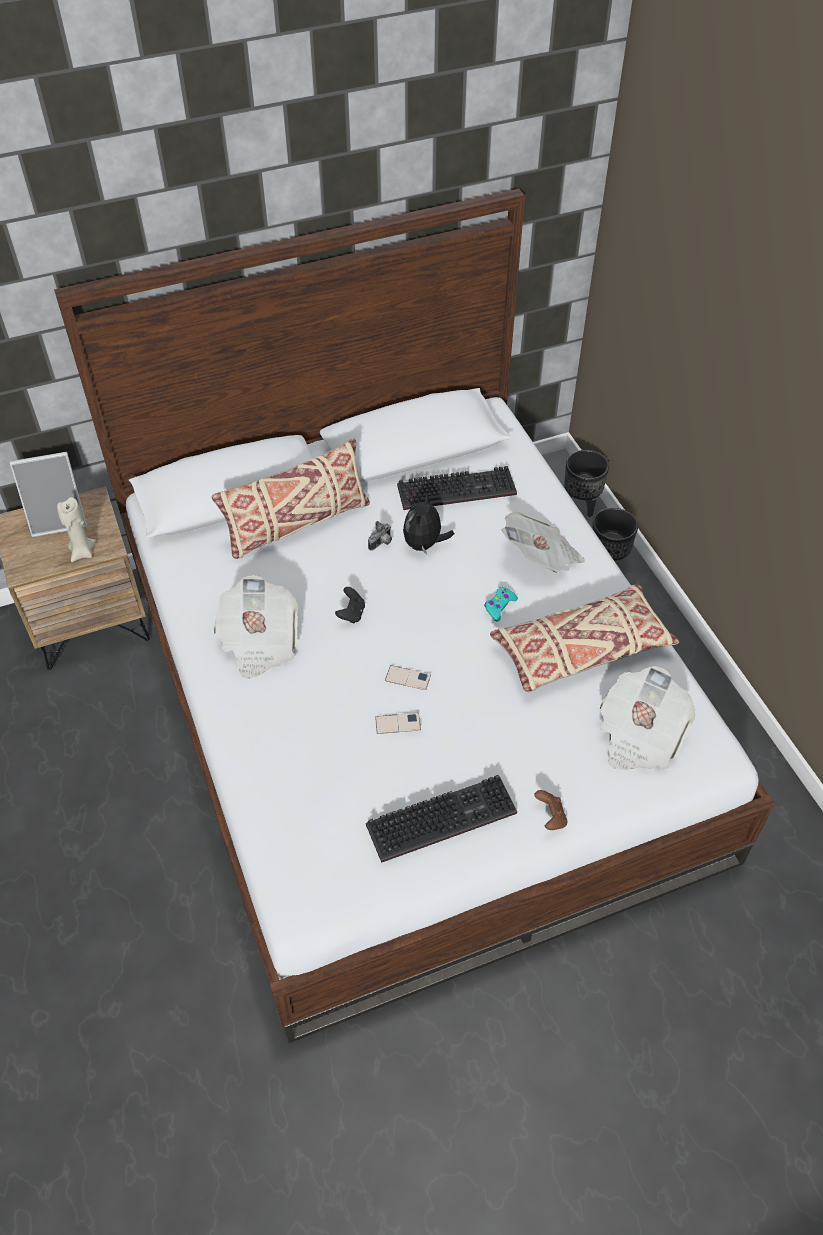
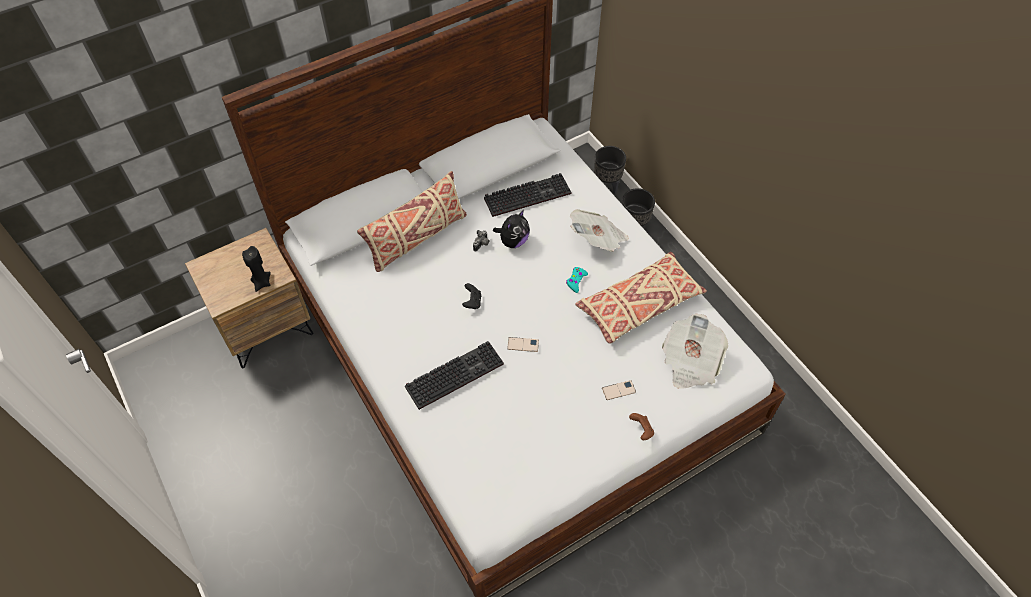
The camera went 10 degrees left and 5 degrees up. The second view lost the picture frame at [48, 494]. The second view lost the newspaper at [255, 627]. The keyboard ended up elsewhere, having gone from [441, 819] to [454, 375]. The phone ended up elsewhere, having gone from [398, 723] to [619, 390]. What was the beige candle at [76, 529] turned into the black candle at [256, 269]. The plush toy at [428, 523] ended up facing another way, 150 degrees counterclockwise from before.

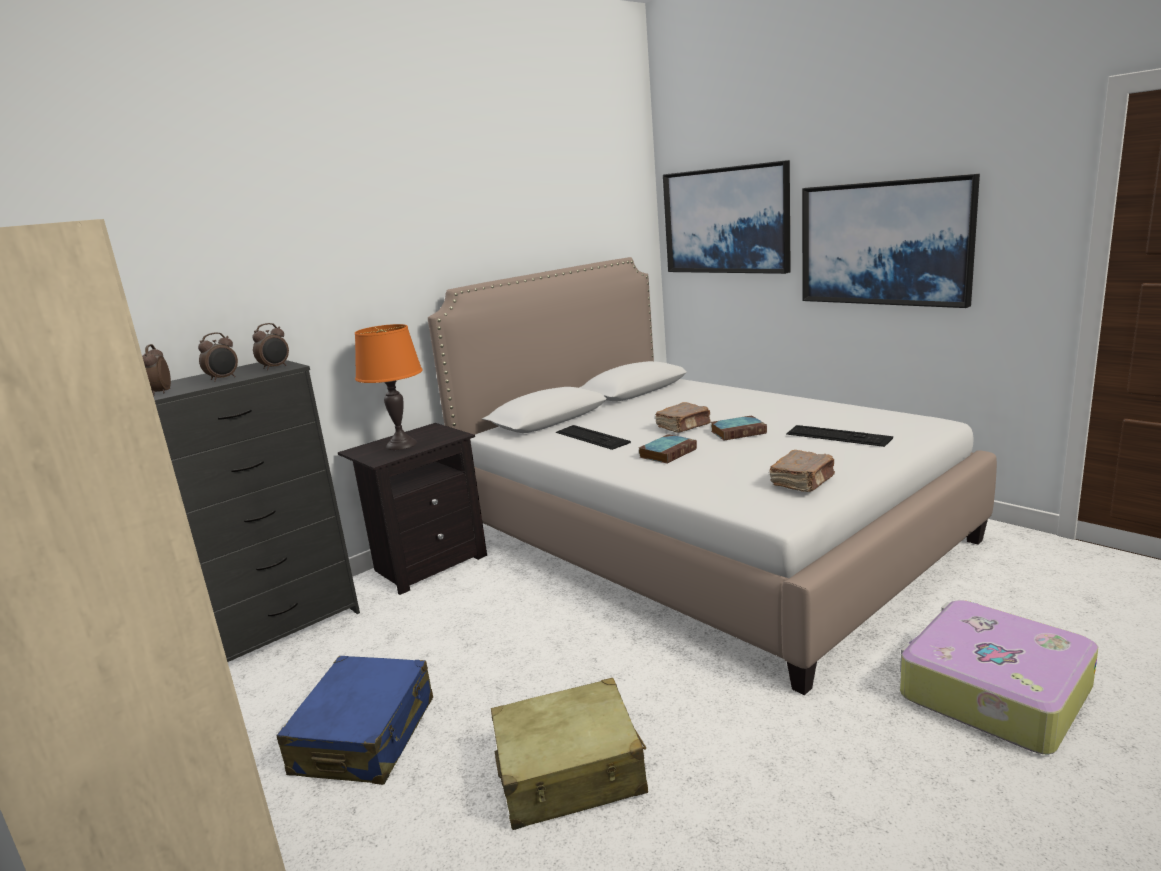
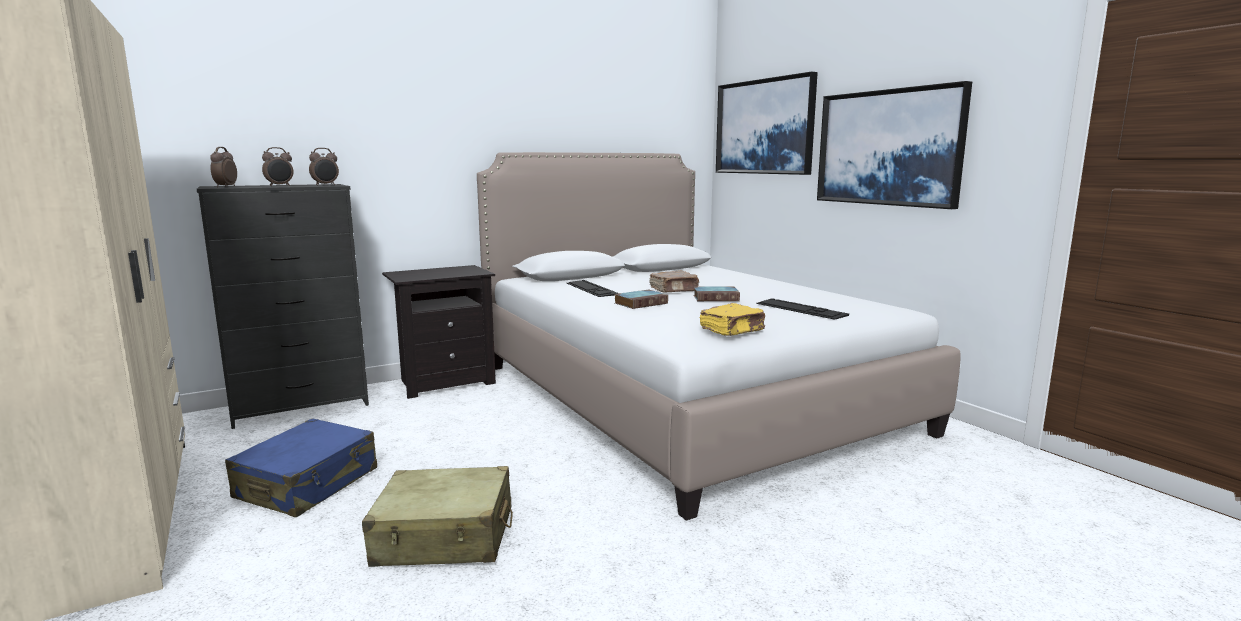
The camera went 10 degrees right and 5 degrees down. The second view lost the orange table lamp at [389, 387]. The second view lost the suitcase at [999, 677]. What was the brown book at [802, 471] turned into the yellow book at [733, 319].

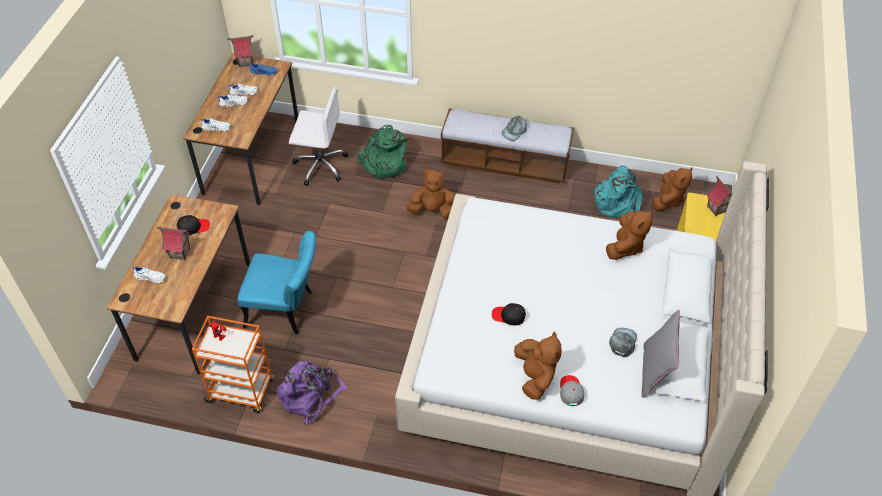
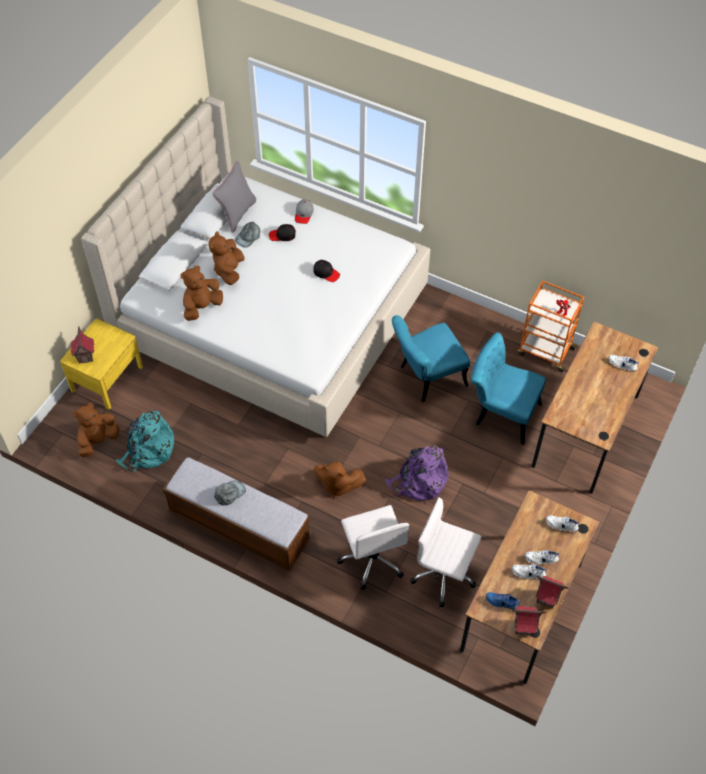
The camera went 165 degrees left and 5 degrees up. The second view gained the turquoise chair at [431, 358]. The toy house ended up elsewhere, having gone from [173, 243] to [552, 592]. The black cap ended up elsewhere, having gone from [193, 225] to [282, 232]. The purple backpack ended up elsewhere, having gone from [312, 392] to [416, 473]. The brown plush toy ended up elsewhere, having gone from [538, 365] to [227, 258]. Where the green backpack stood at [382, 151], the white office chair came to stand at [373, 547].

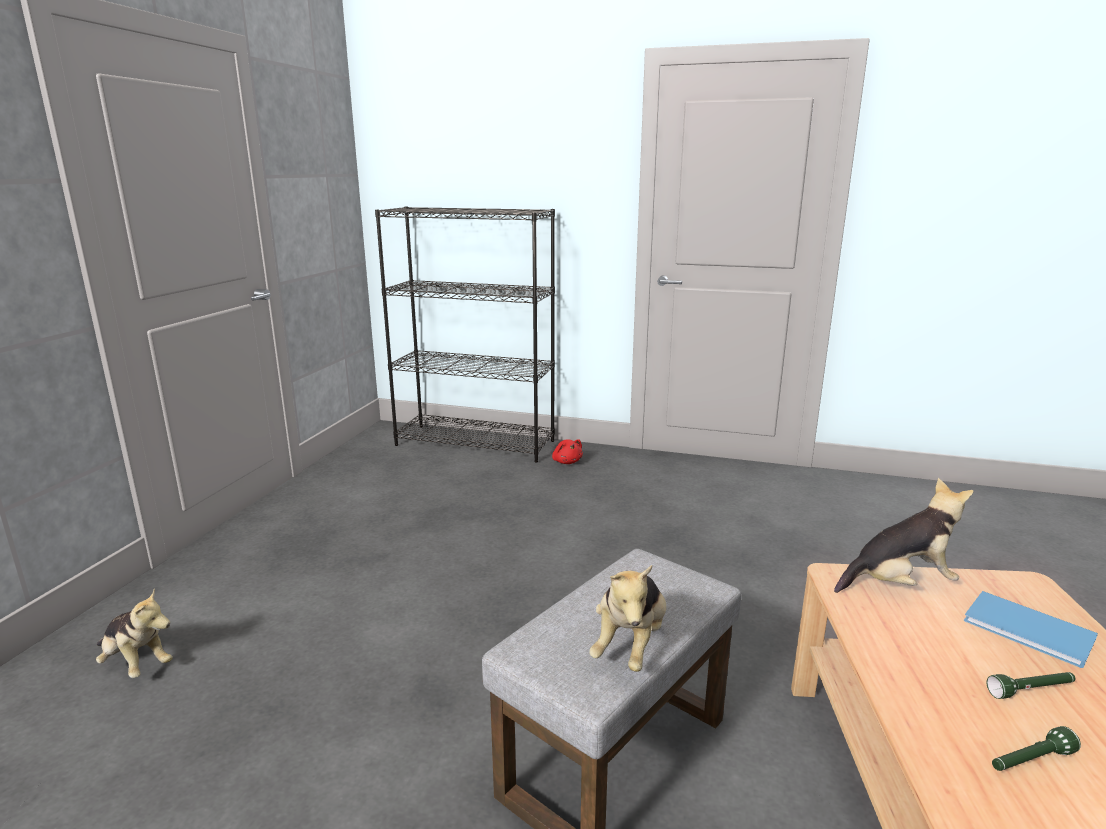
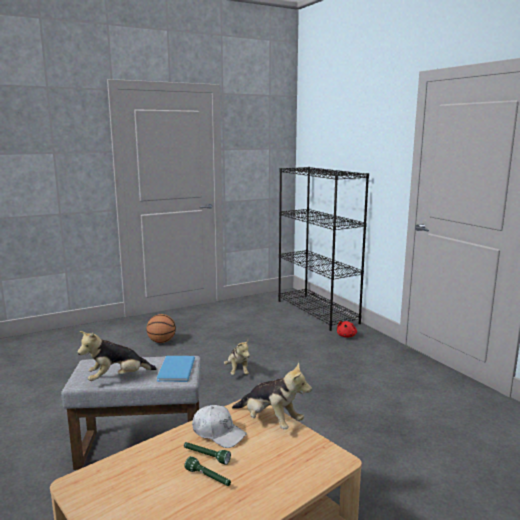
The camera went 45 degrees right and 5 degrees down. The second view gained the basketball at [161, 328]. The second view gained the white cap at [219, 426]. The plush toy ended up elsewhere, having gone from [134, 633] to [237, 357]. The blue book ended up elsewhere, having gone from [1031, 629] to [176, 369]. The green flashlight ended up elsewhere, having gone from [1036, 748] to [207, 453].

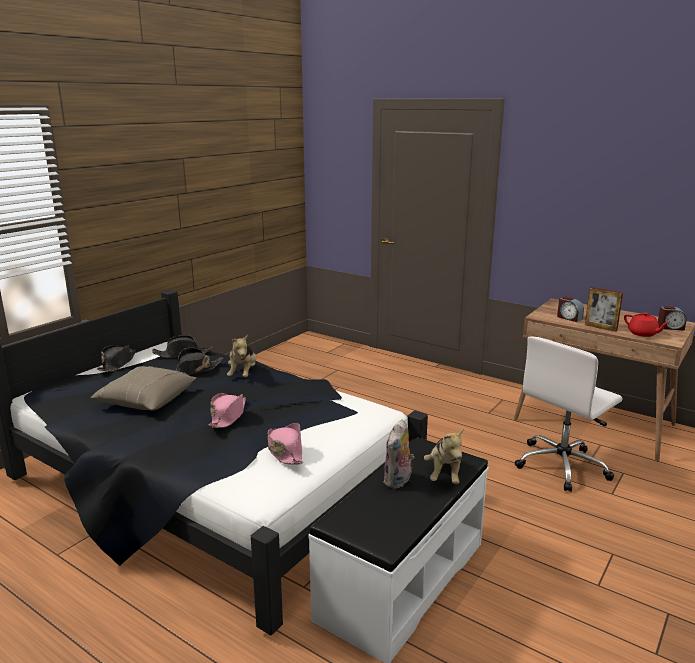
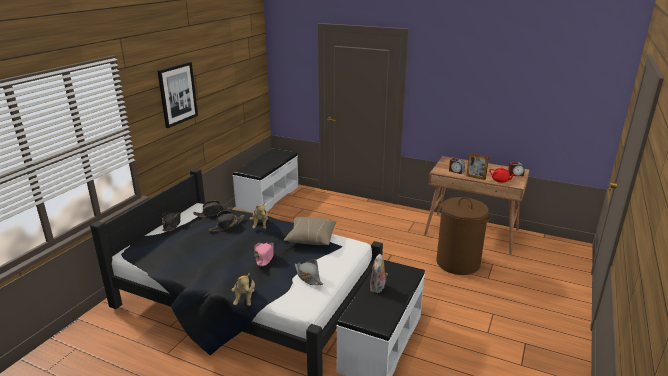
The camera went 10 degrees left and 5 degrees up. The second view gained the picture at [178, 95]. The second view gained the white bench at [265, 181]. The beige pillow ended up elsewhere, having gone from [143, 388] to [310, 231]. The plush toy ended up elsewhere, having gone from [444, 456] to [243, 289]. Where the white office chair stood at [568, 414], the brown laundry basket came to stand at [464, 236]. What was the pink hat at [285, 444] turned into the grey hat at [309, 272].

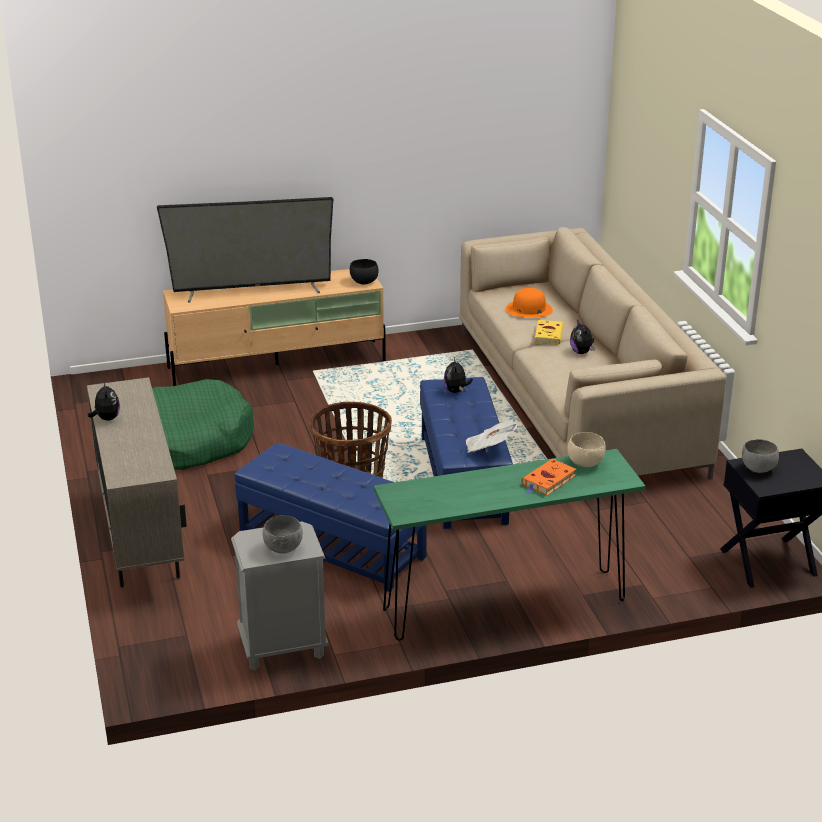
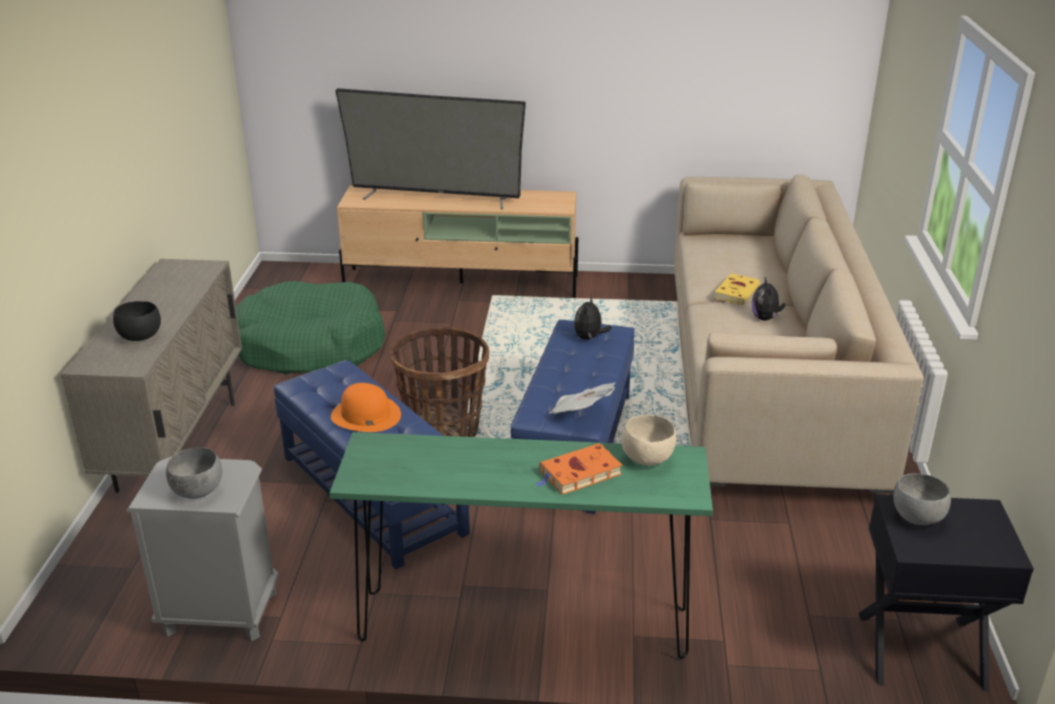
The camera went 20 degrees right and 0 degrees up. The second view lost the plush toy at [104, 401]. The black bowl ended up elsewhere, having gone from [364, 271] to [137, 321]. The orange hat ended up elsewhere, having gone from [529, 302] to [366, 407].

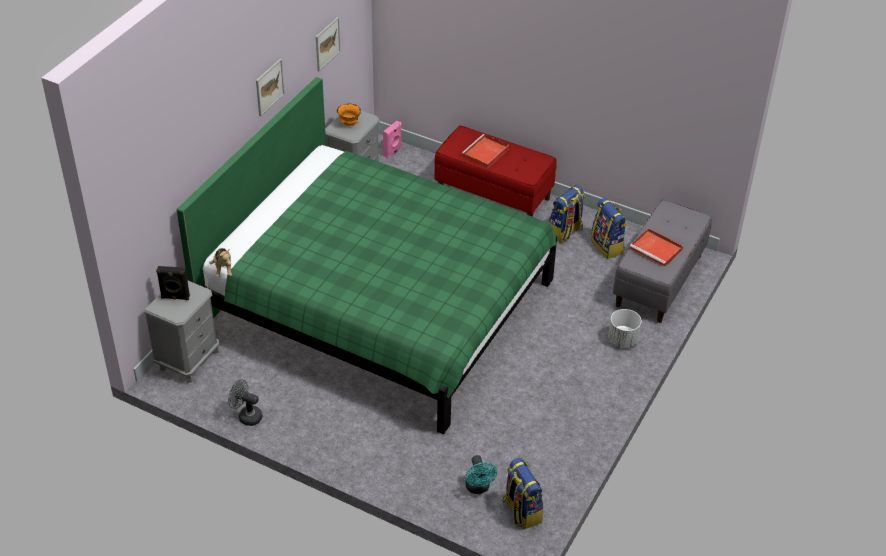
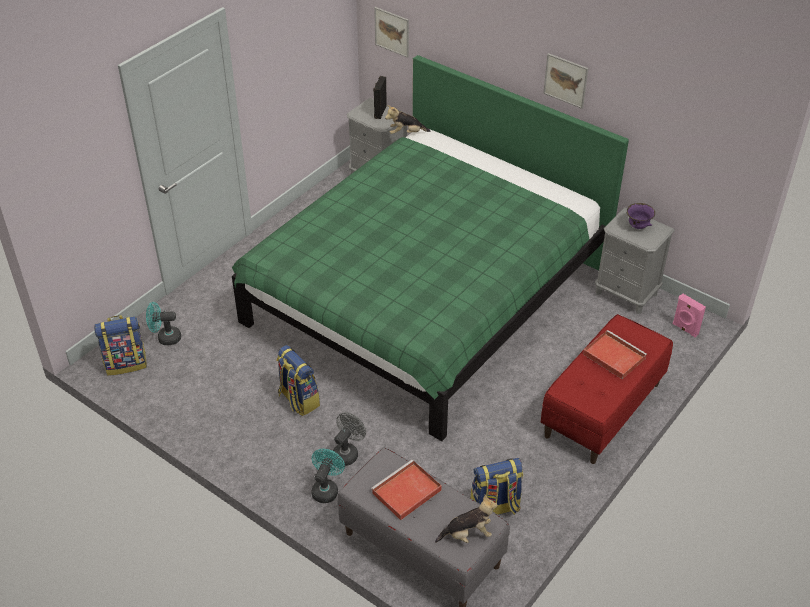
The camera went 100 degrees right and 0 degrees up. The second view gained the plush toy at [466, 519]. The grey fan ended up elsewhere, having gone from [245, 402] to [349, 439]. The picture ended up elsewhere, having gone from [328, 44] to [391, 32]. The backpack ended up elsewhere, having gone from [567, 214] to [298, 380]. Where the white planter stood at [624, 328], the turquoise fan came to stand at [328, 476]. What was the orange bowl at [349, 114] turned into the purple bowl at [640, 216].

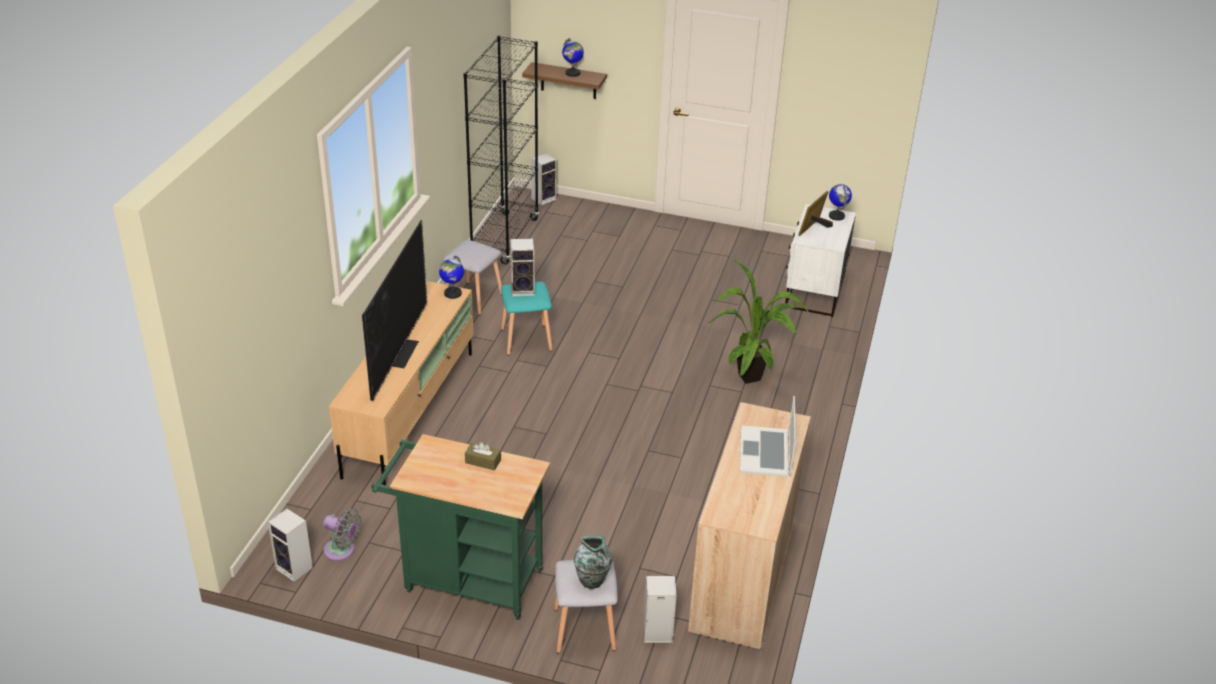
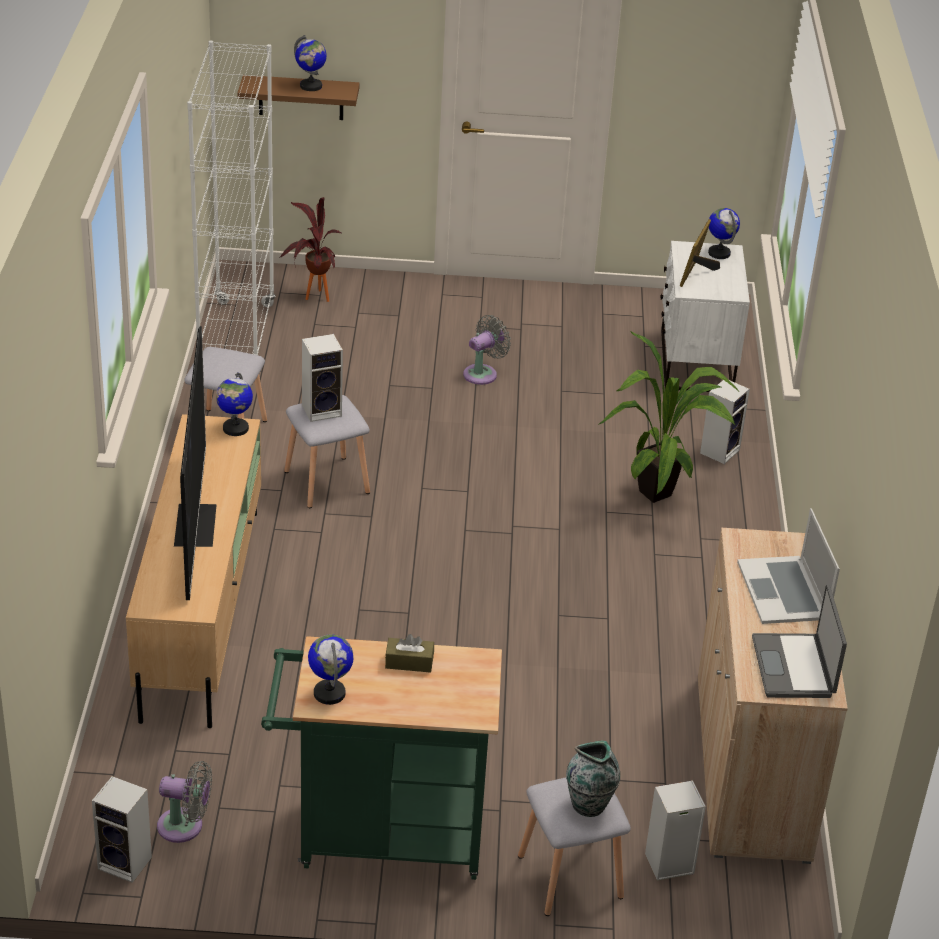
The camera went 15 degrees left and 0 degrees up. The second view gained the potted plant at [310, 249]. The second view gained the globe at [331, 669]. The second view gained the grey fan at [487, 350]. The second view gained the laptop at [799, 641]. The speaker ended up elsewhere, having gone from [544, 179] to [725, 422]. What was the black bookcase at [501, 149] turned into the white bookcase at [231, 198]. What was the turquoise stool at [527, 318] turned into the grey stool at [327, 451].

